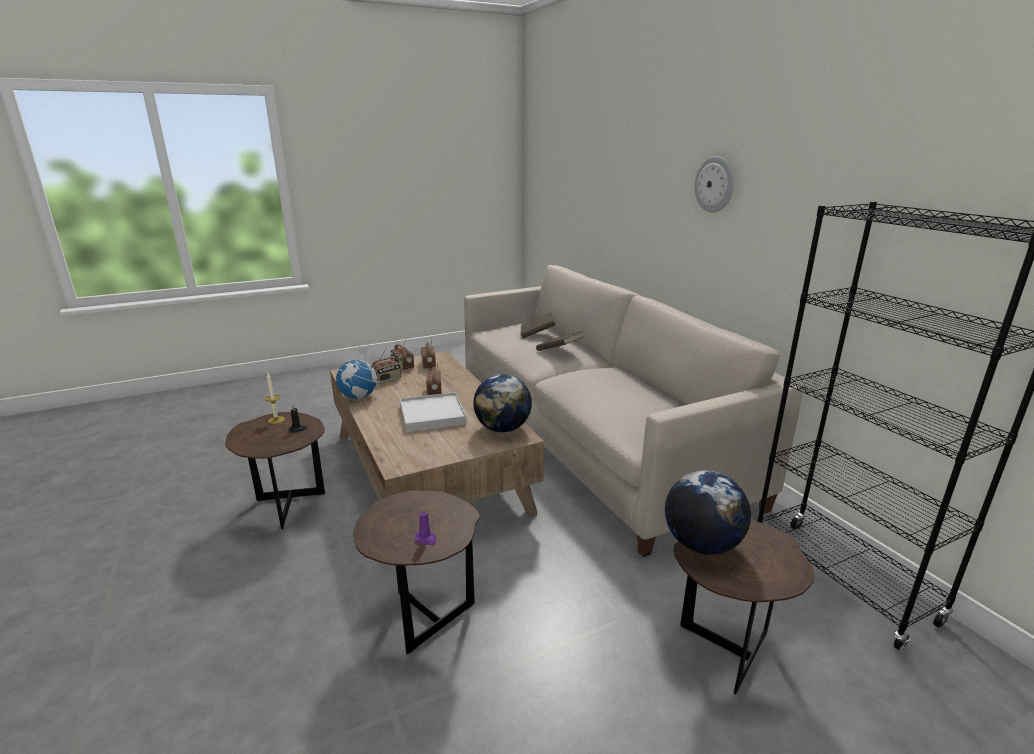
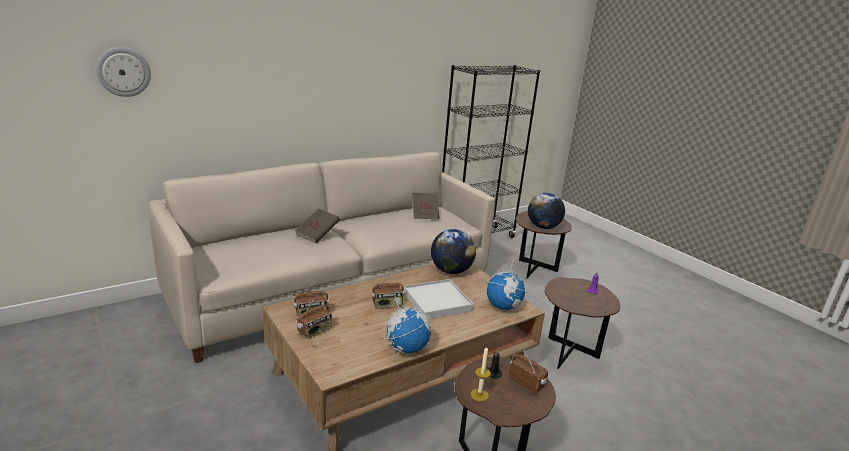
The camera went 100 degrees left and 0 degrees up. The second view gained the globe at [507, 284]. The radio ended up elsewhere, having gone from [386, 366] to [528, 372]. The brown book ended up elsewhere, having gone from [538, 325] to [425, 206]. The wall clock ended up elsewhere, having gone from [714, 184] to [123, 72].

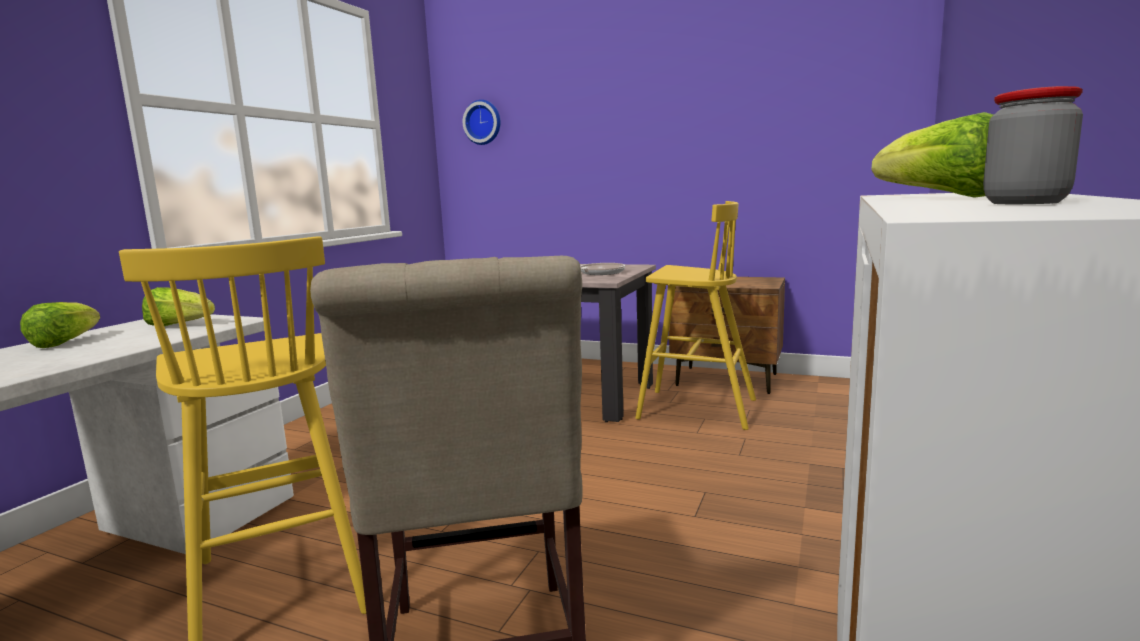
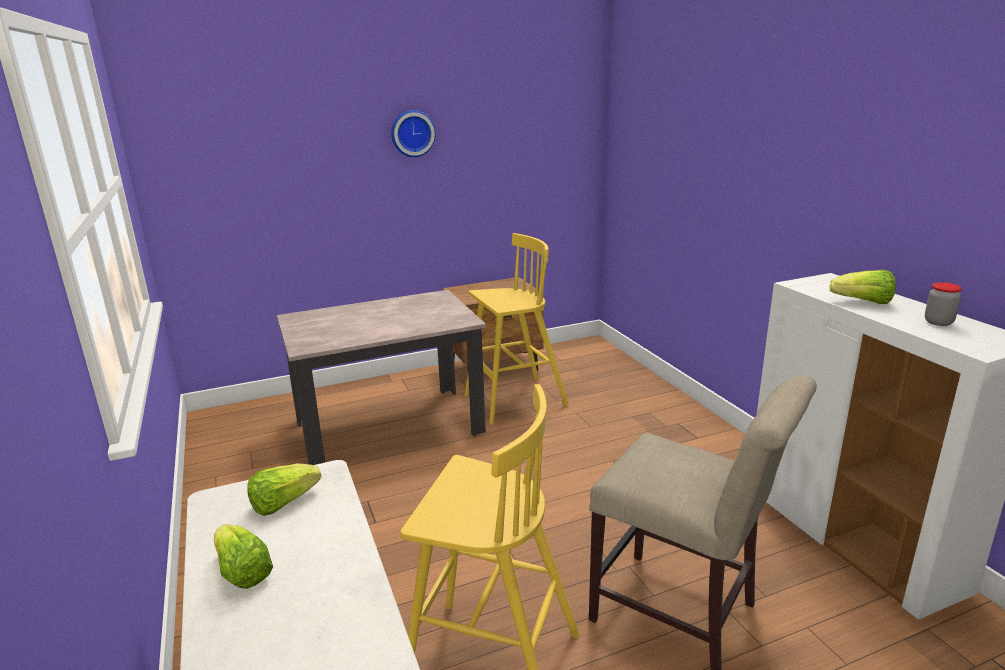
The camera went 45 degrees left and 10 degrees up. The second view lost the frying pan at [602, 269]. The wall clock ended up elsewhere, having gone from [482, 122] to [413, 133].

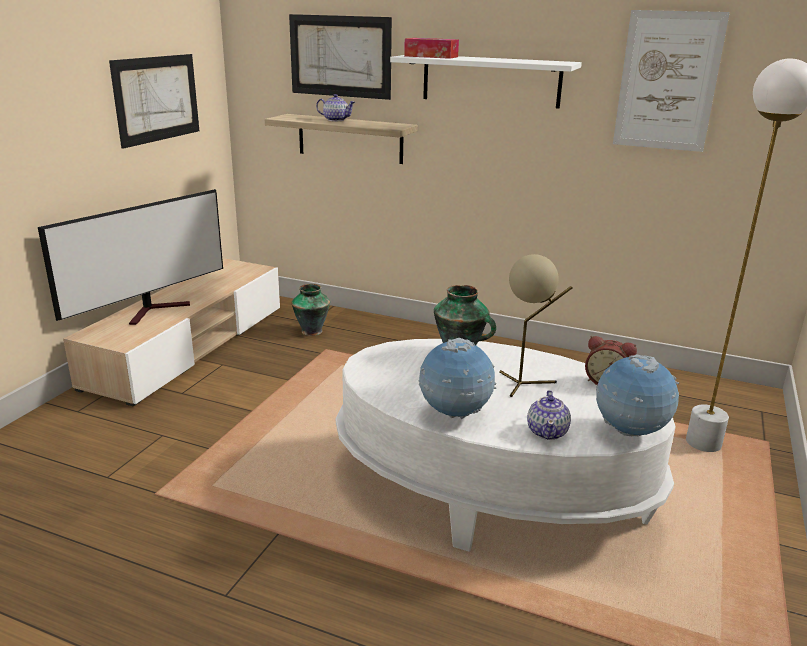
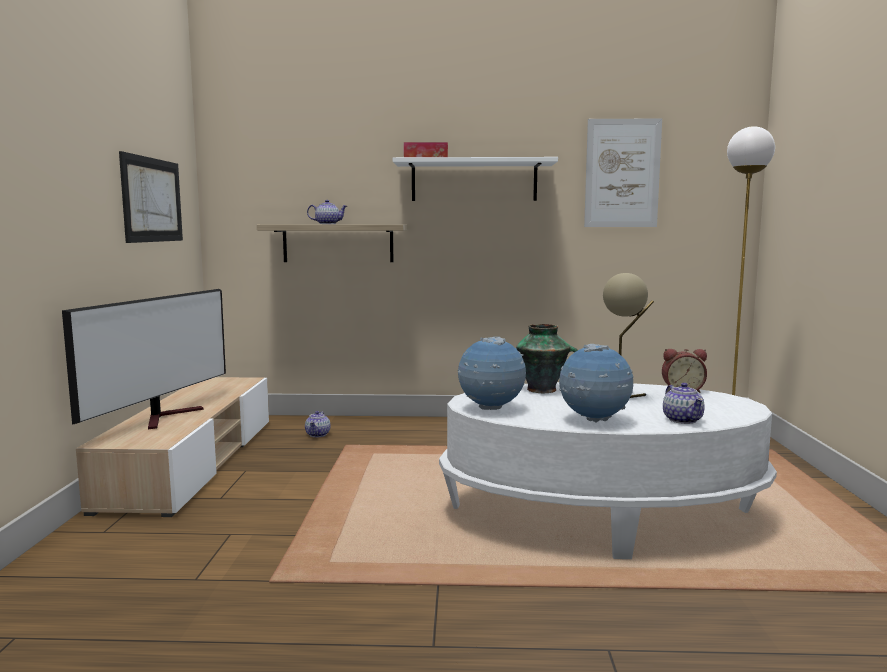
The camera went 20 degrees left and 15 degrees down. The second view lost the picture at [340, 57]. The globe ended up elsewhere, having gone from [637, 395] to [491, 373]. Where the vase stood at [311, 310], the teapot came to stand at [317, 424].

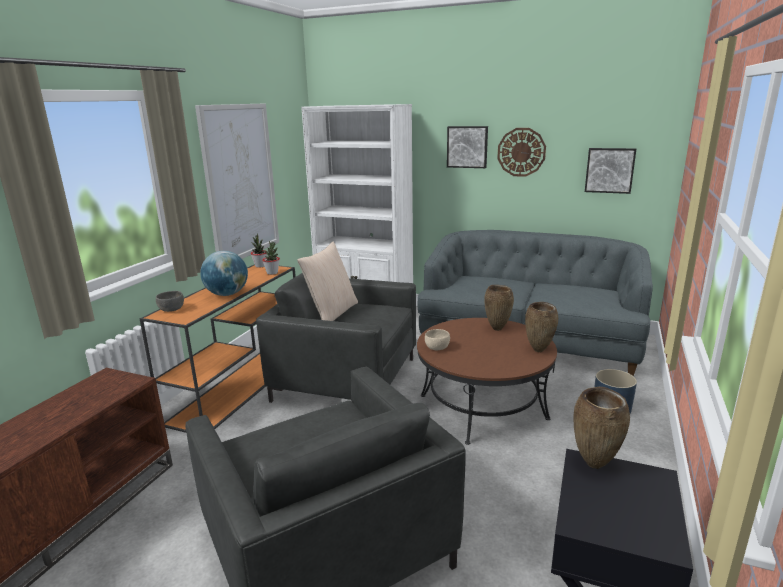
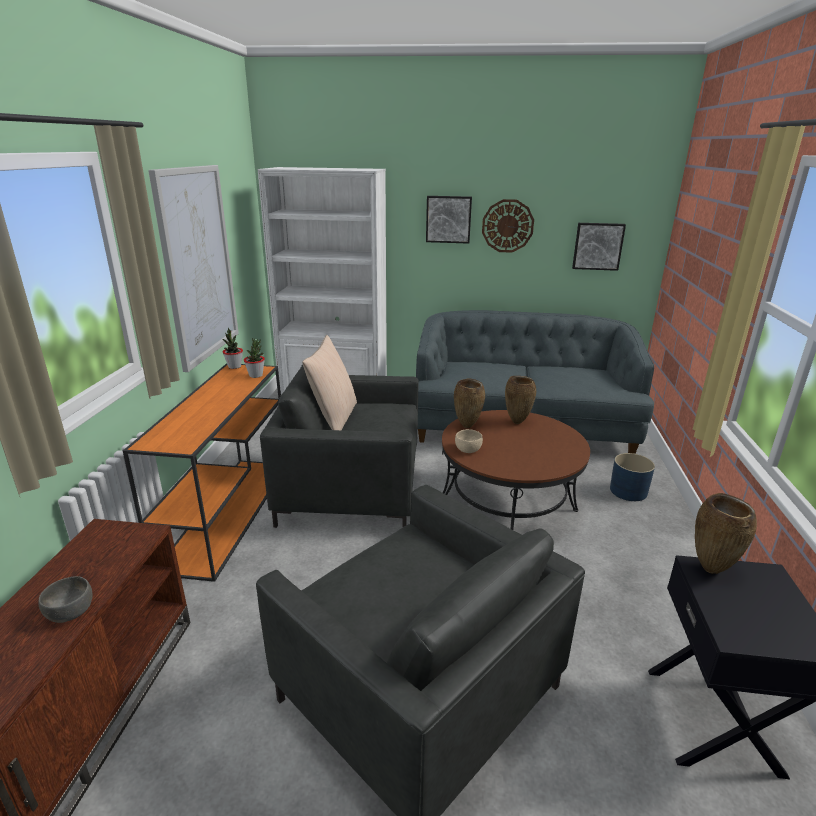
The camera went 15 degrees left and 5 degrees up. The second view lost the globe at [224, 273]. The grey bowl ended up elsewhere, having gone from [170, 301] to [65, 599]. The brown vase ended up elsewhere, having gone from [541, 327] to [469, 403].

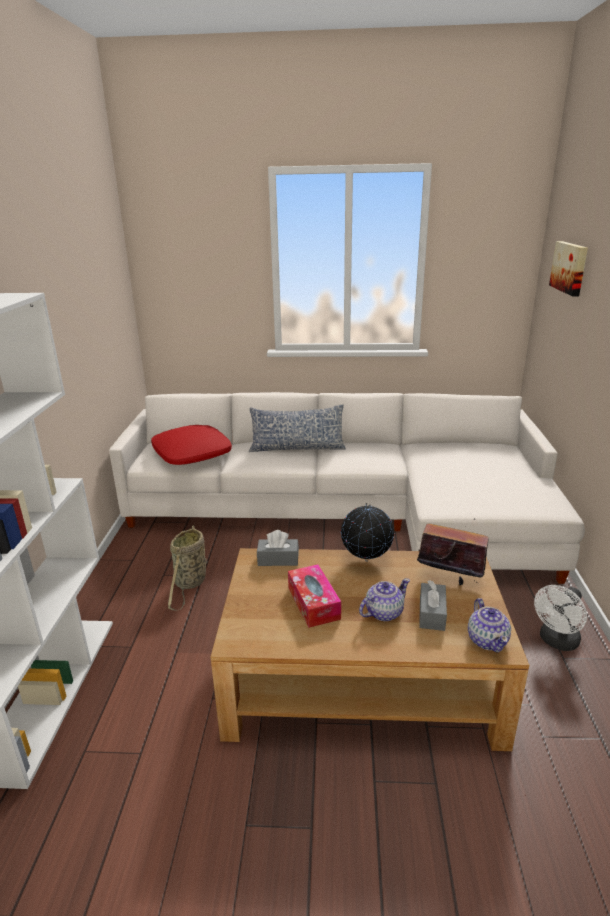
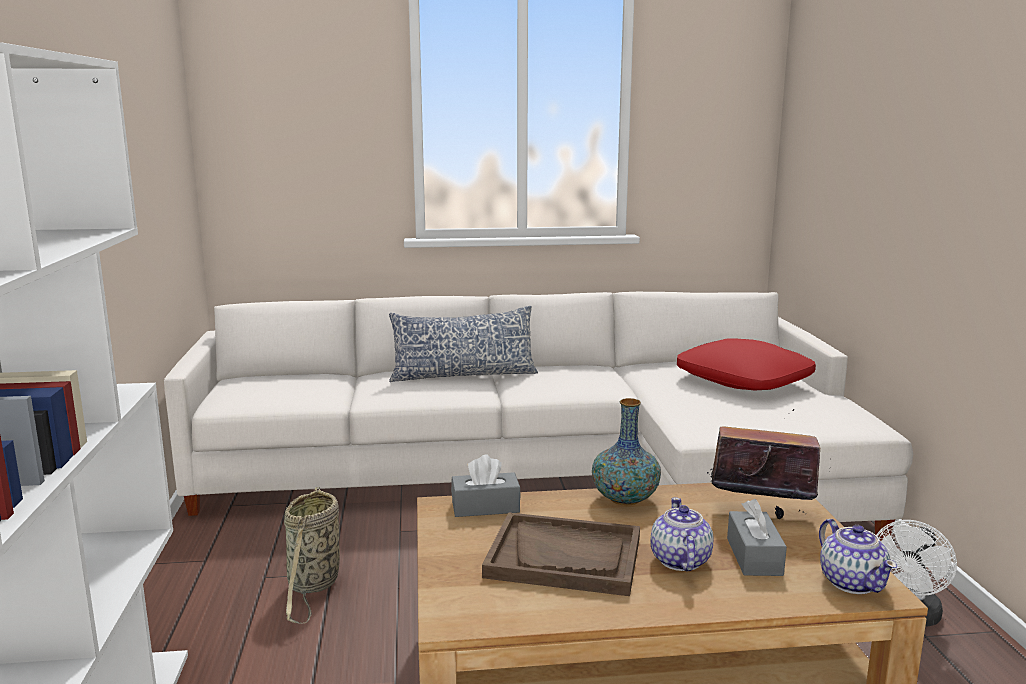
The camera went 10 degrees left and 10 degrees down. The second view lost the picture at [568, 269]. The red pillow ended up elsewhere, having gone from [191, 445] to [746, 364]. Where the tissue box stood at [314, 596], the brown tray came to stand at [561, 554]. Where the globe stood at [367, 532], the vase came to stand at [626, 452]. The teapot at [384, 599] ended up facing another way, 45 degrees counterclockwise from before.

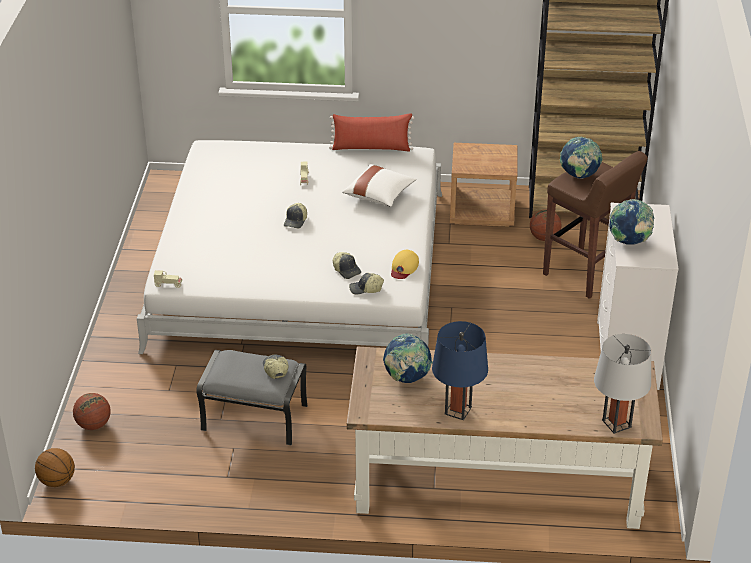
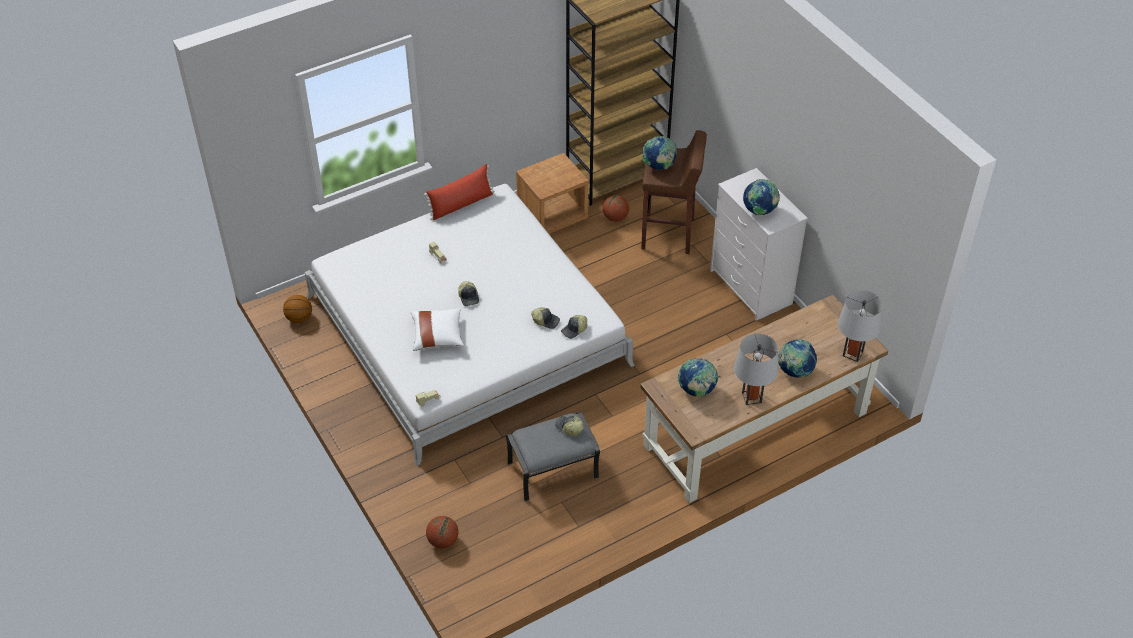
The camera went 35 degrees left and 10 degrees up. The second view lost the yellow cap at [405, 264]. The second view gained the globe at [797, 358]. The basketball ended up elsewhere, having gone from [55, 467] to [297, 309]. The white pillow ended up elsewhere, having gone from [379, 185] to [437, 329]. What was the blue table lamp at [460, 370] turned into the grey table lamp at [756, 369].

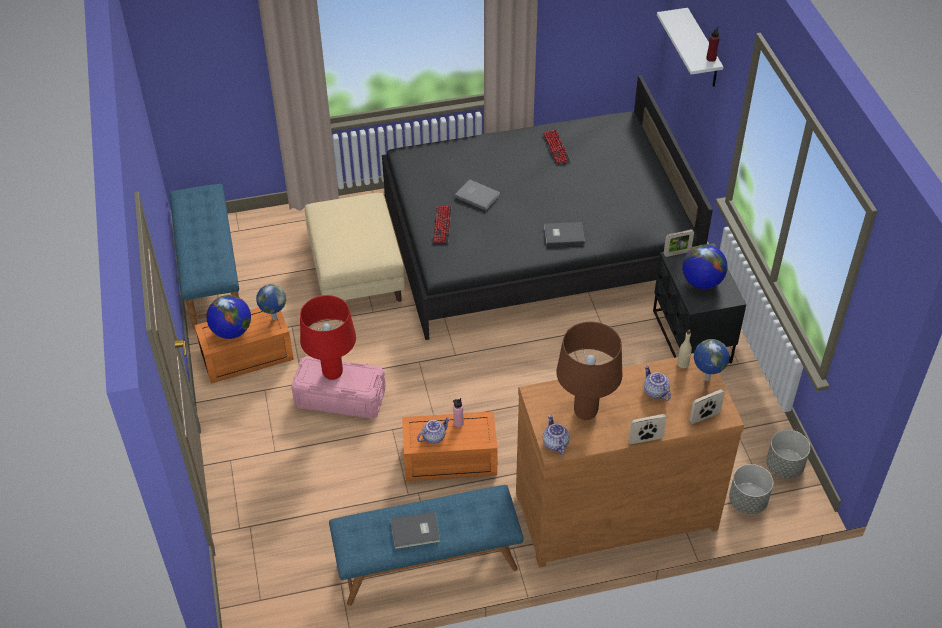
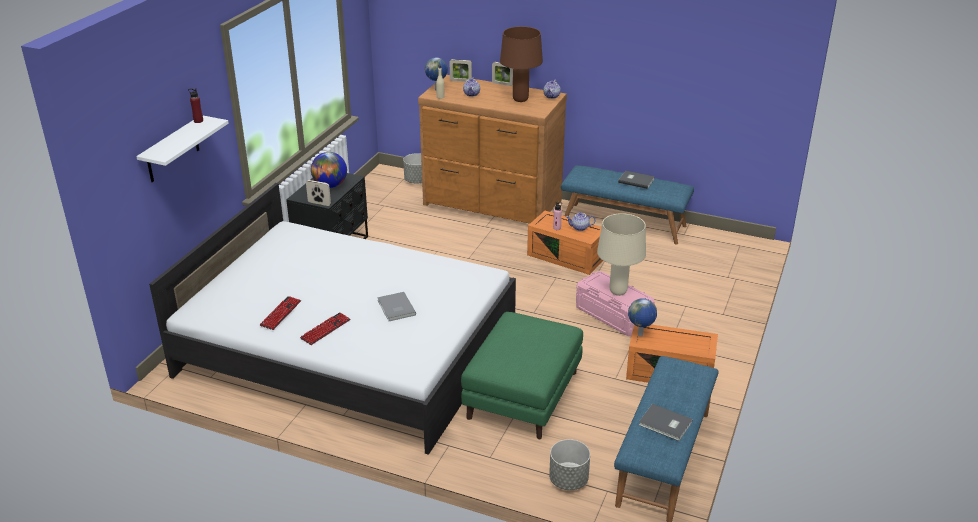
The camera went 145 degrees left and 15 degrees down. The second view lost the globe at [229, 317]. The keyboard ended up elsewhere, having gone from [442, 224] to [325, 328]. The grey book ended up elsewhere, having gone from [564, 234] to [666, 422]. The grey planter ended up elsewhere, having gone from [788, 454] to [569, 464]. What was the red table lamp at [328, 337] turned into the beige table lamp at [621, 254]. What was the beige ottoman at [355, 247] turned into the green ottoman at [522, 375]. What was the black bed at [547, 207] turned into the white bed at [332, 319].

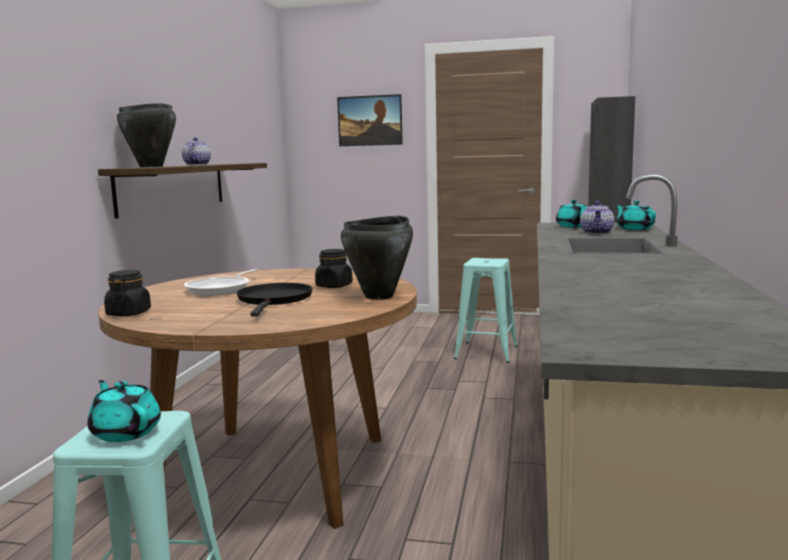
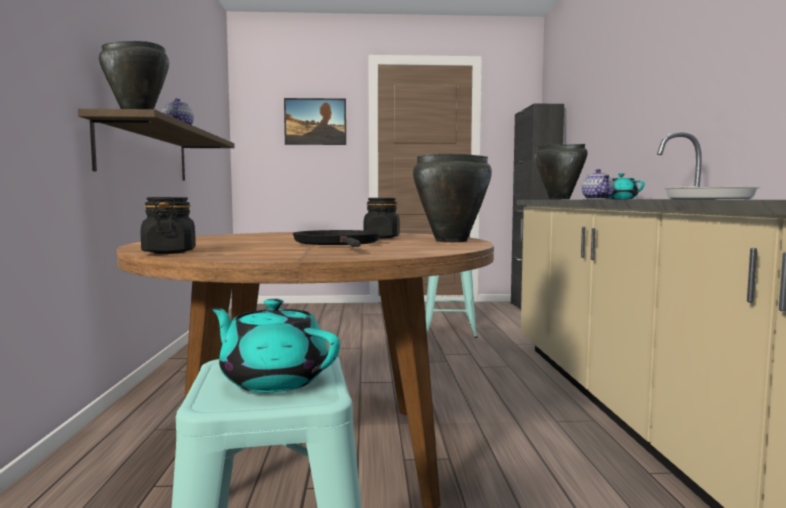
The camera went 15 degrees left and 5 degrees down. The frying pan ended up elsewhere, having gone from [221, 282] to [712, 192]. Where the turquoise teapot stood at [571, 213], the black cooking pot came to stand at [561, 171].

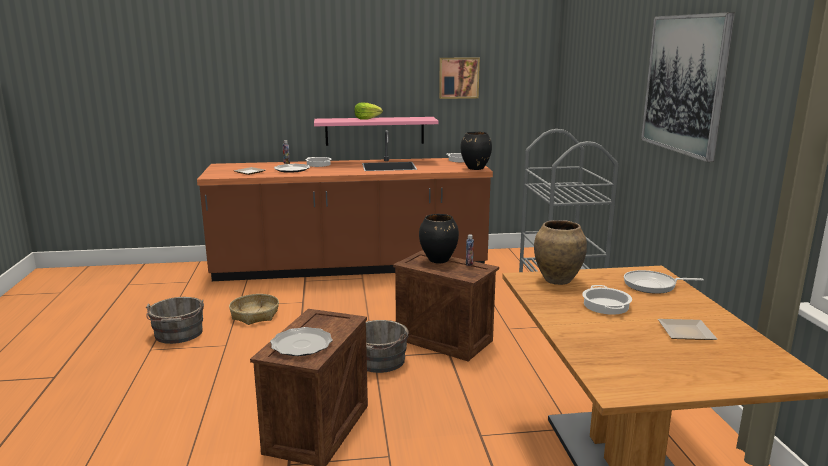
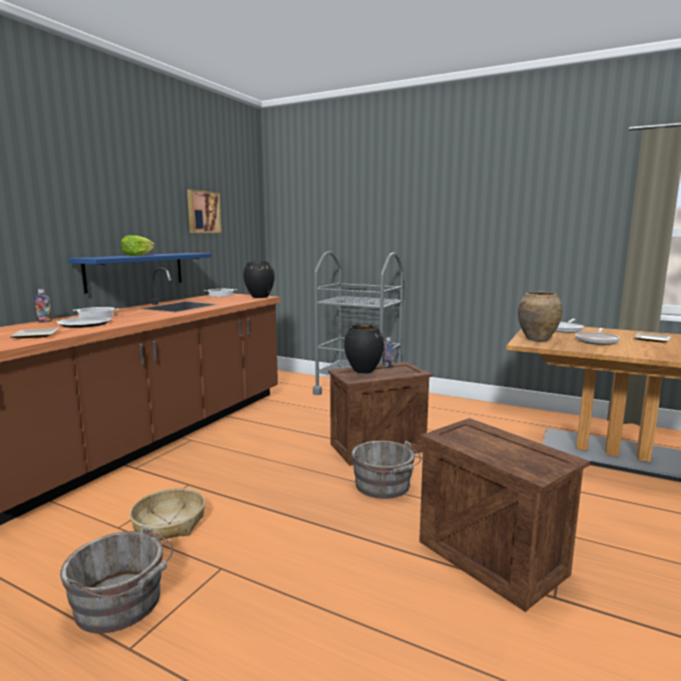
The camera went 55 degrees left and 5 degrees down. The second view lost the plate at [301, 341]. The second view lost the picture at [688, 87]. Where the cooking pot stood at [607, 300], the frying pan came to stand at [597, 336]. What was the pink shelf at [376, 131] turned into the blue shelf at [140, 273].

